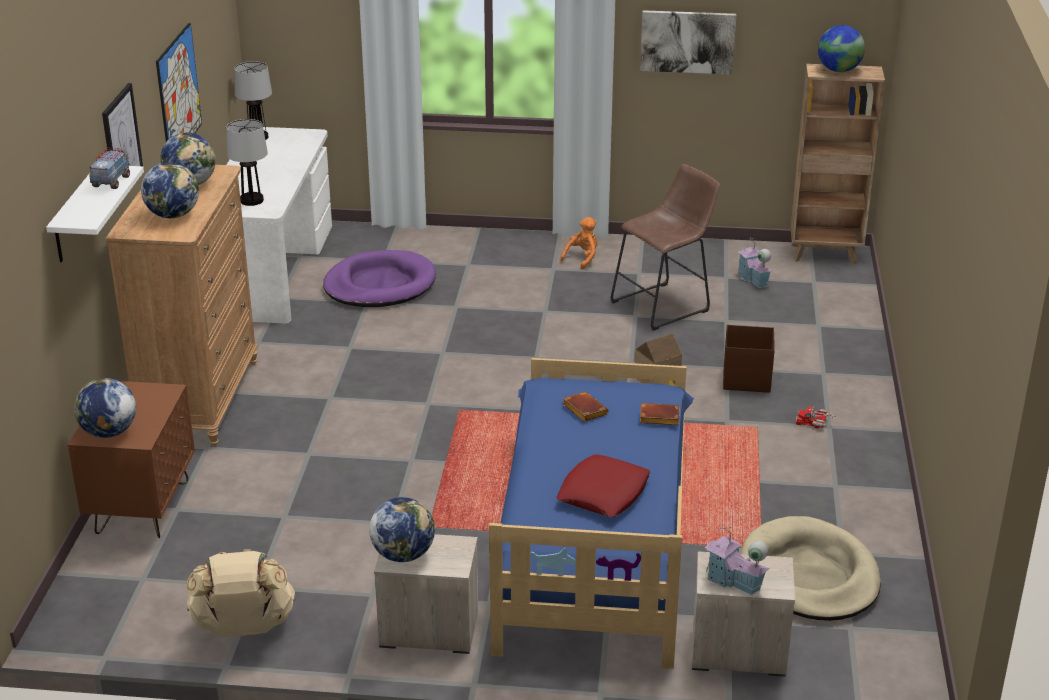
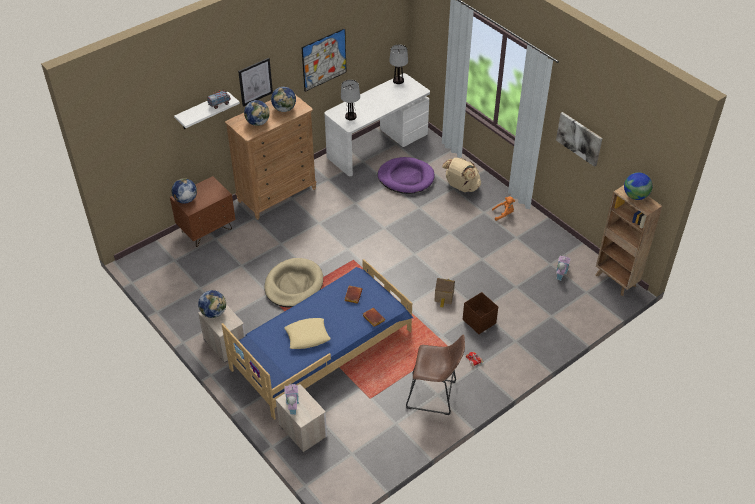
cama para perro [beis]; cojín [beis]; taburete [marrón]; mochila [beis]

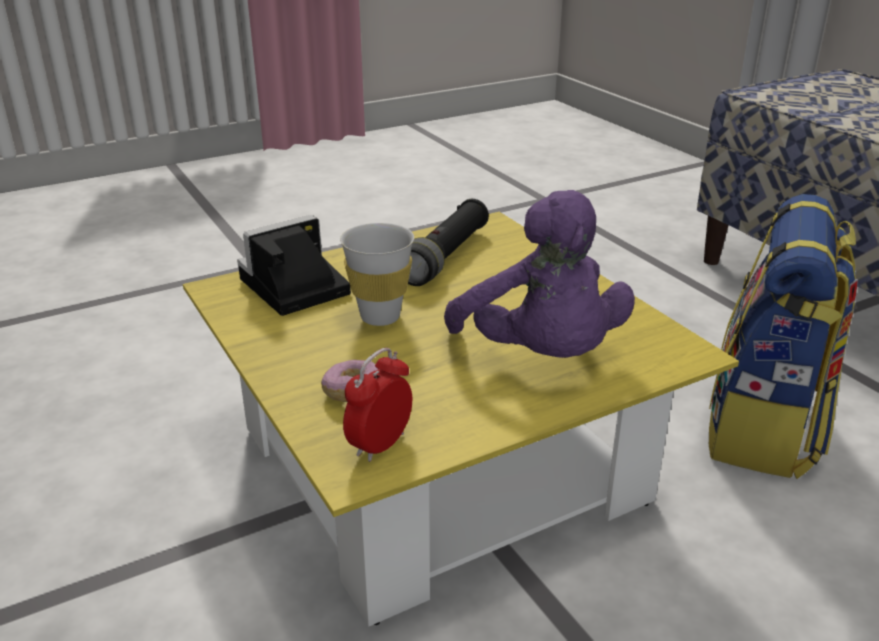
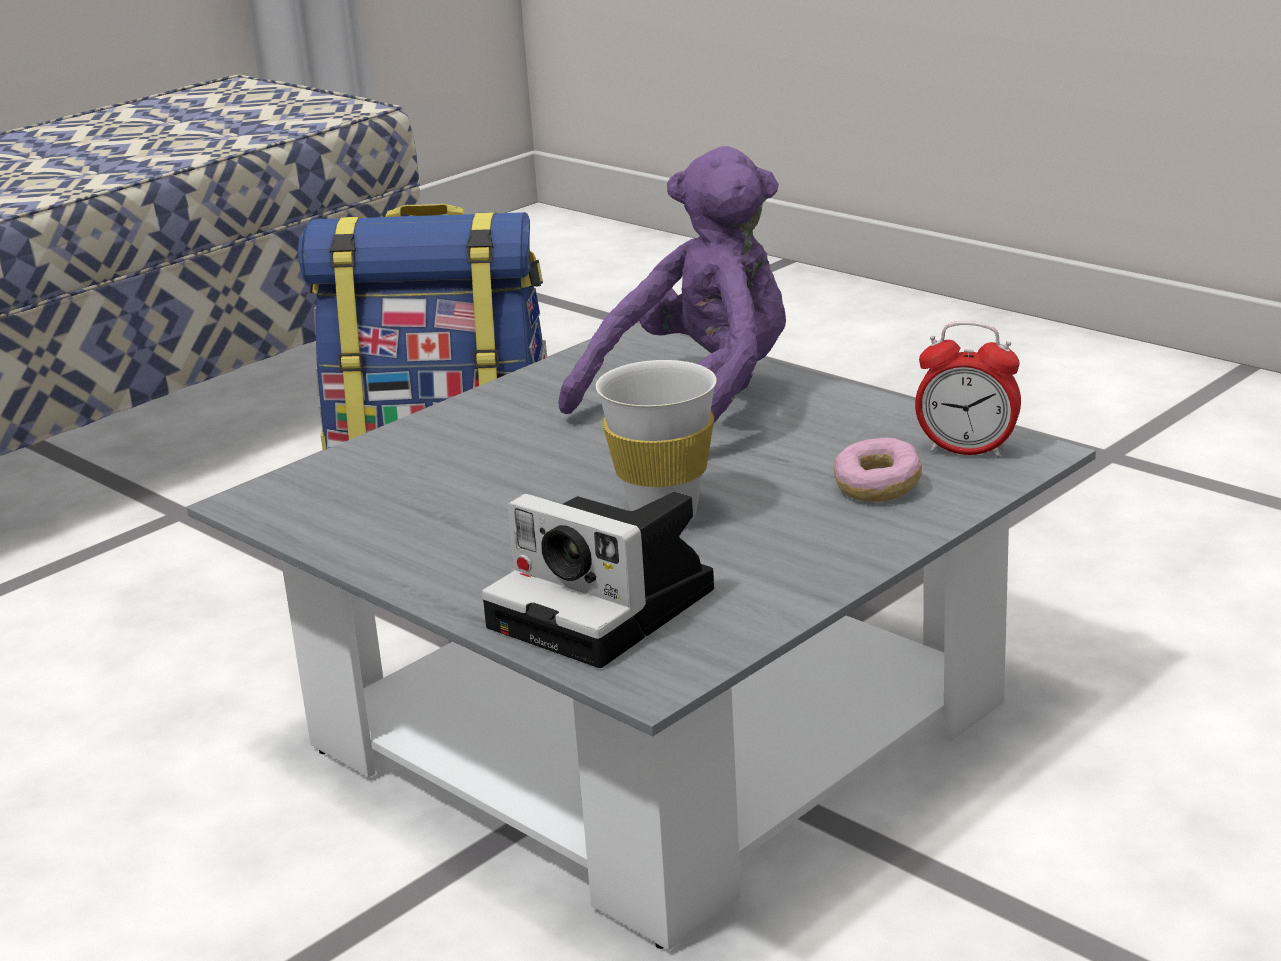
mesa de centro [gris]; linterna [negro]

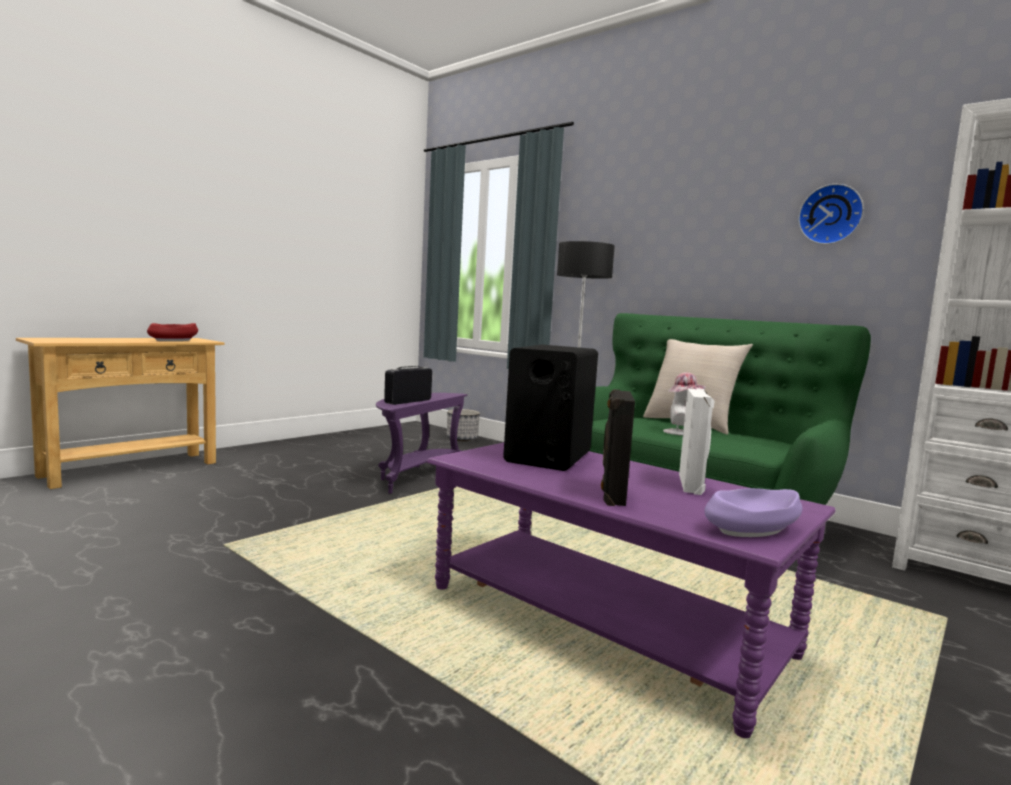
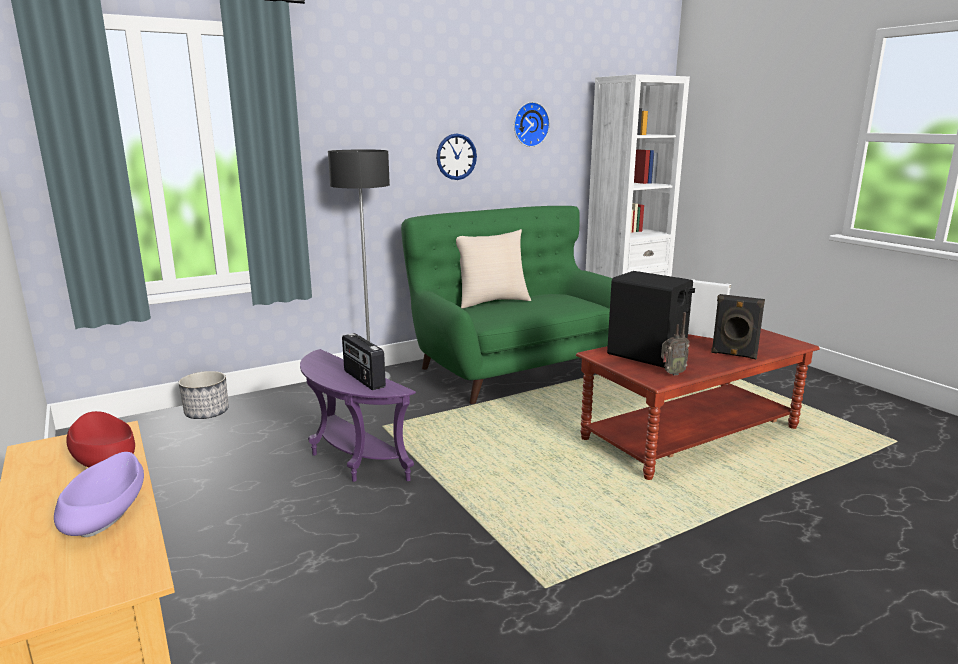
cuenco [morado]; reloj de pared (no. 1 from left); mesa de centro [marrón]; radio (no. 2 from left); sombrero

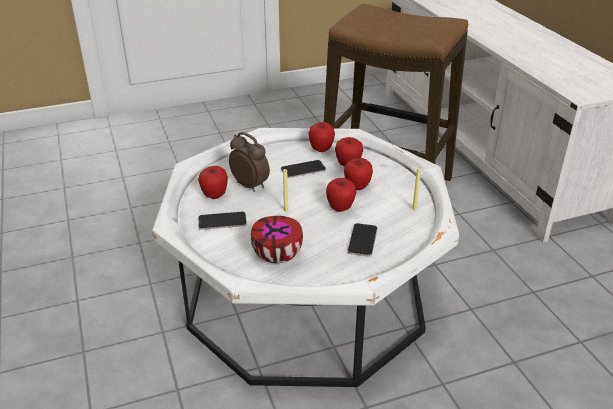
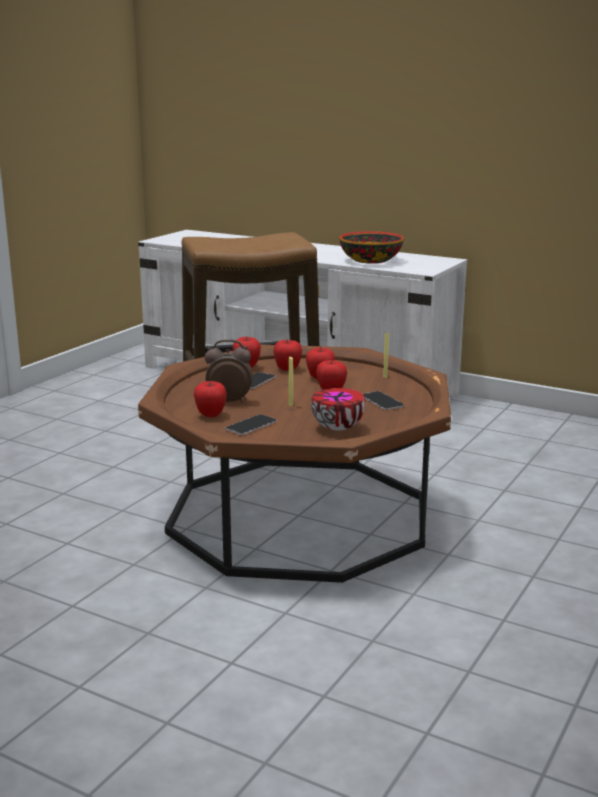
mesa de centro [marrón]; cuenco (no. 2 from left)

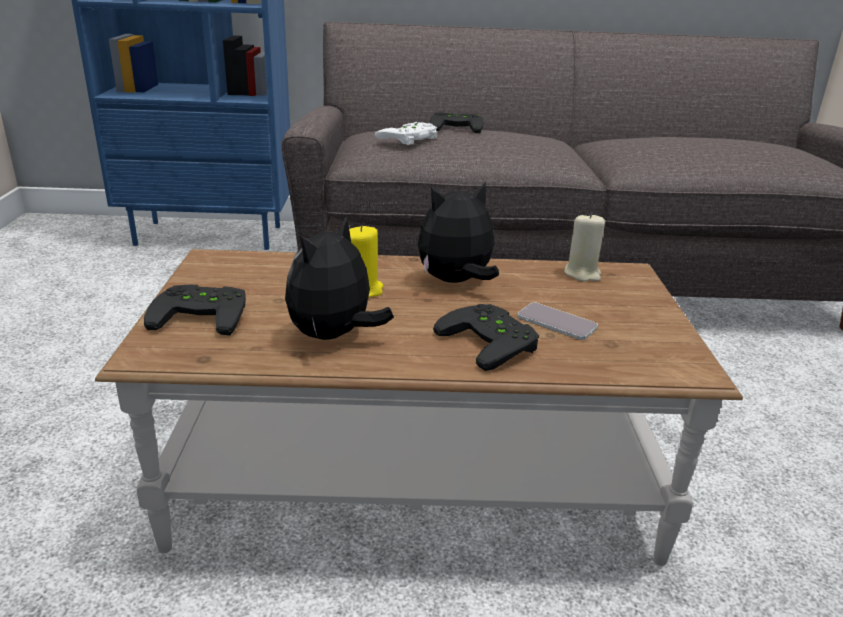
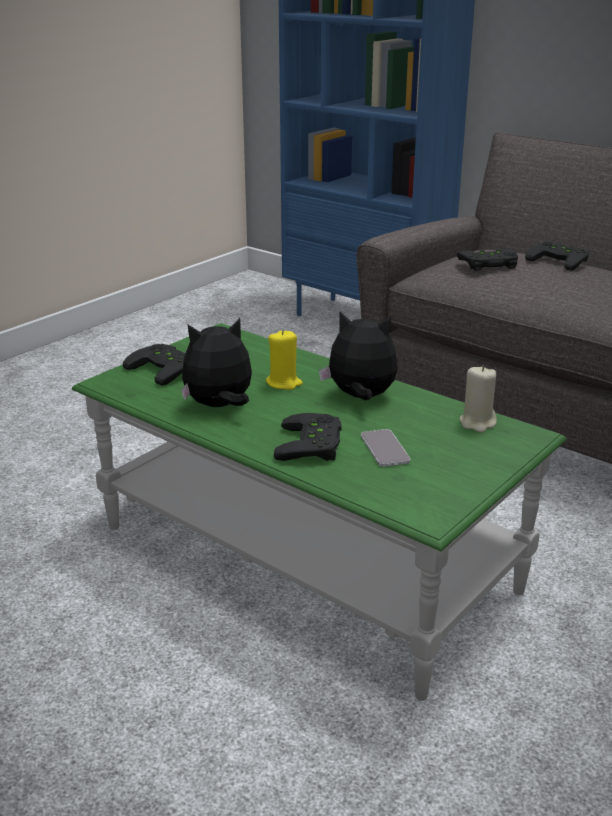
mesa de centro [verde]; mando de consola [negro] (no. 3 from left)

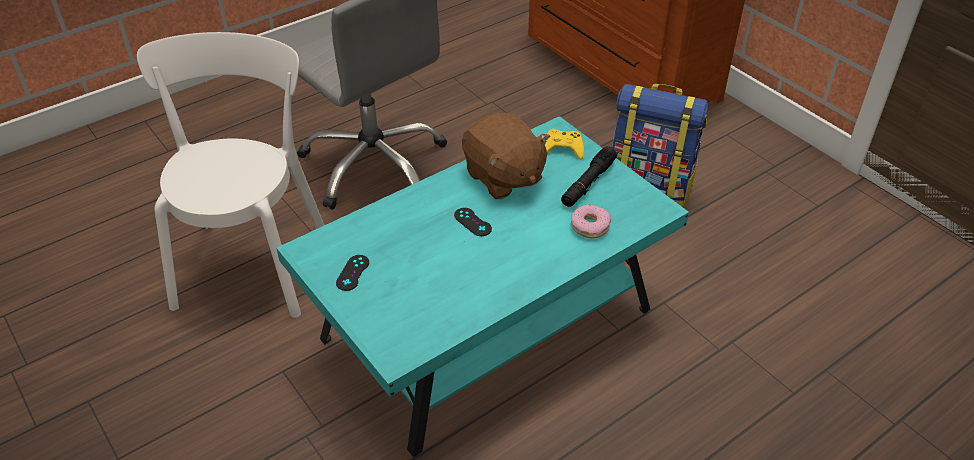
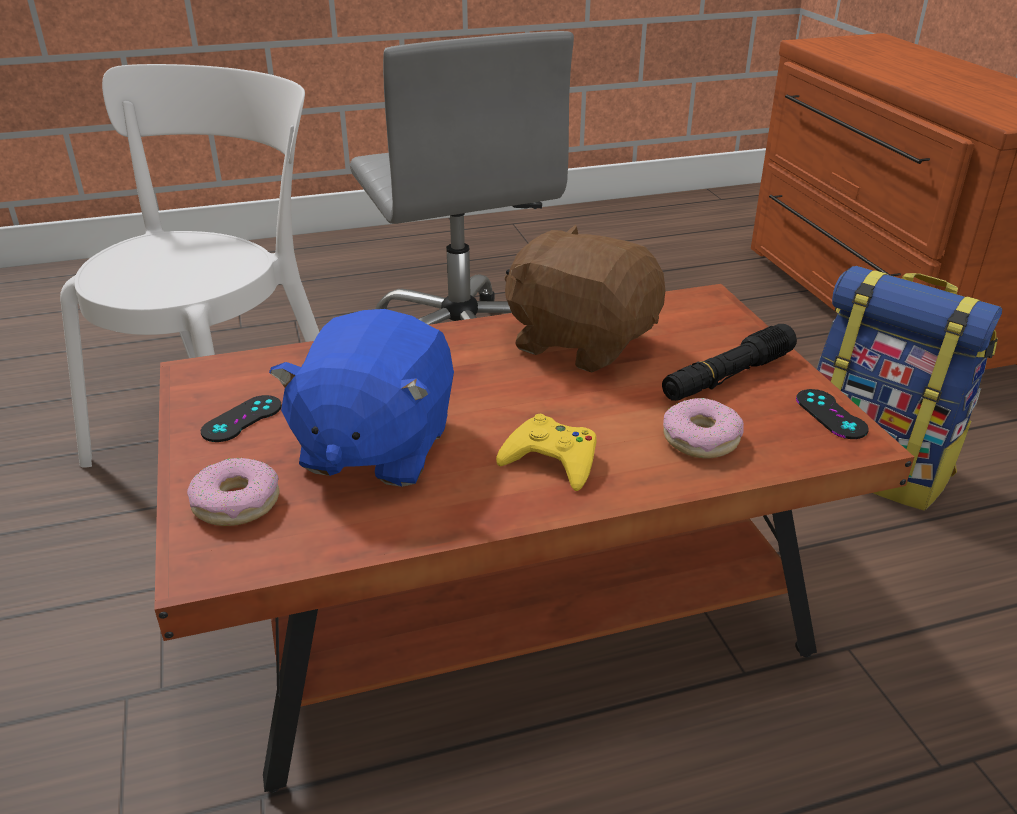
mesa de centro [marrón]; rosquilla (no. 1 from left); peluche [azul]; mando de consola [amarillo]; peluche [marrón]; mando de consola [negro] (no. 2 from left)

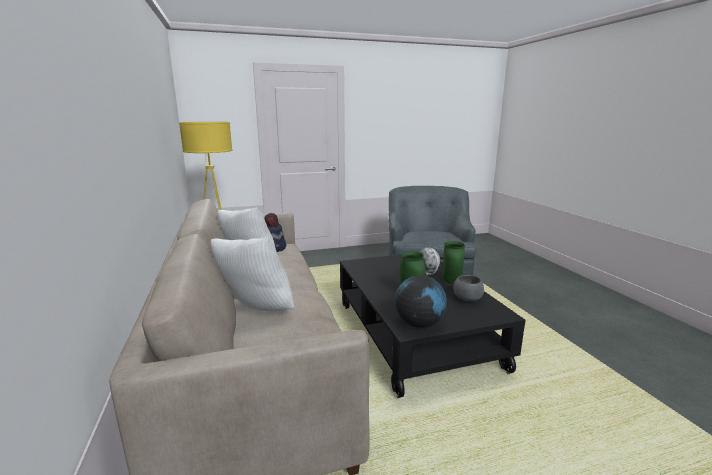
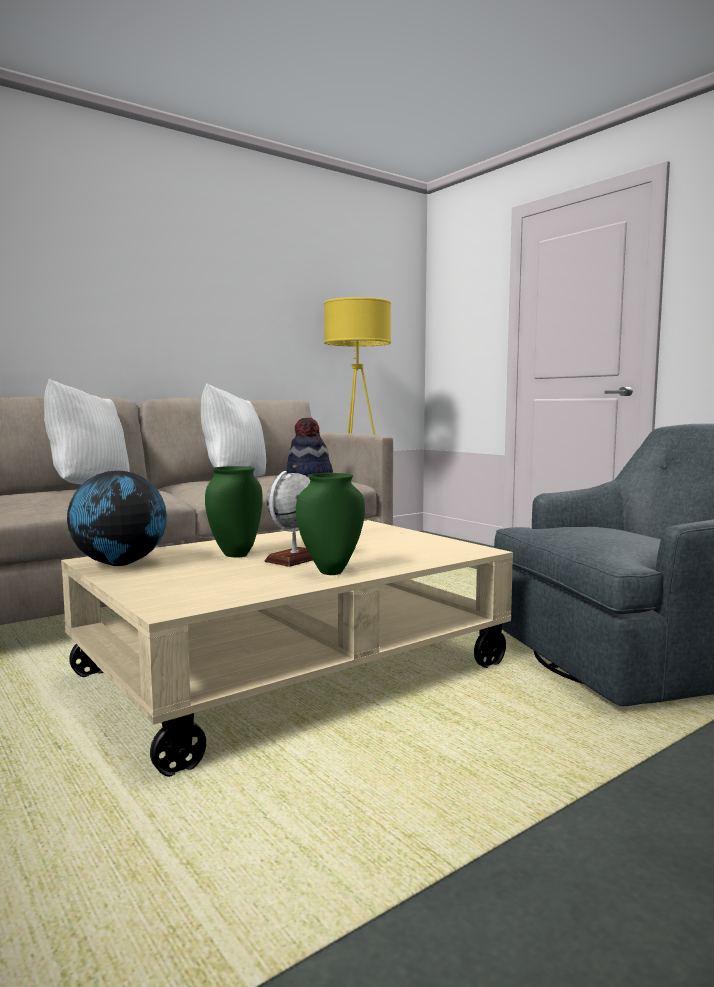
mesa de centro [beis]; cuenco [gris]

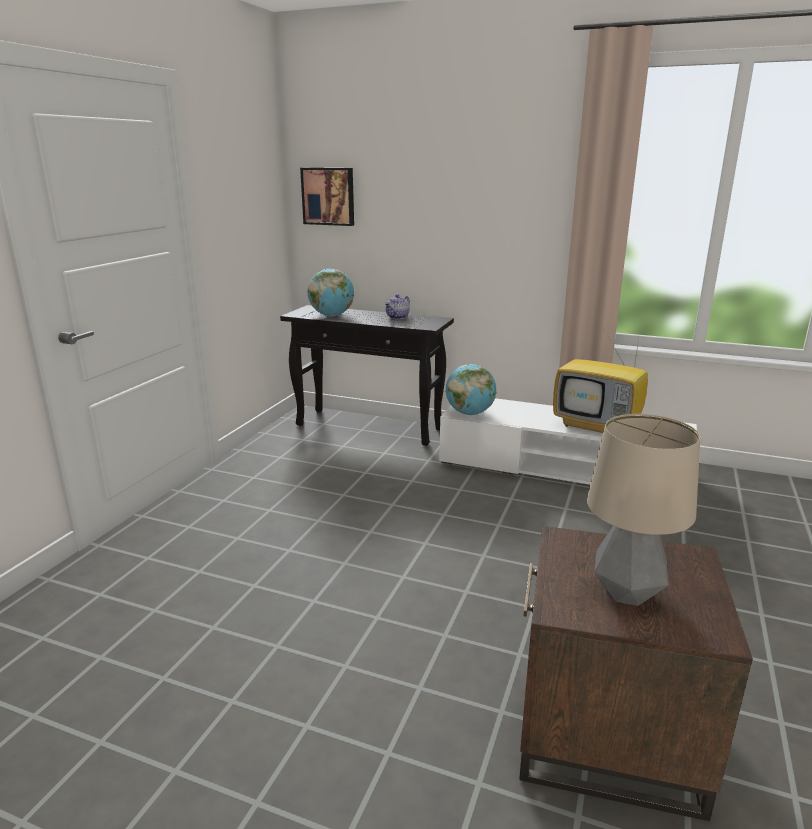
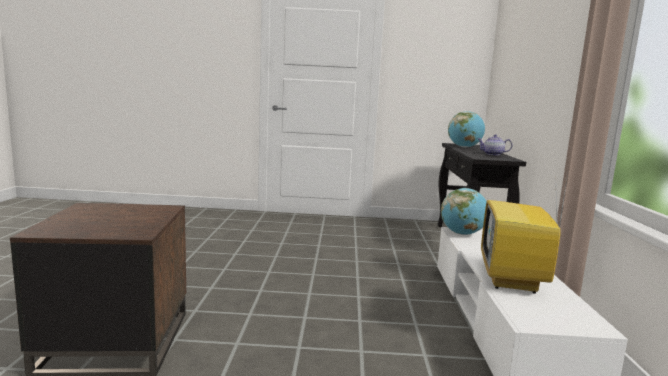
cuadro; lámpara de mesa

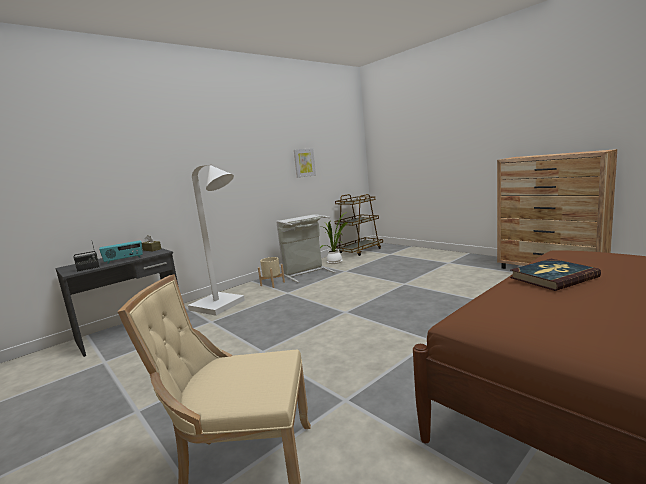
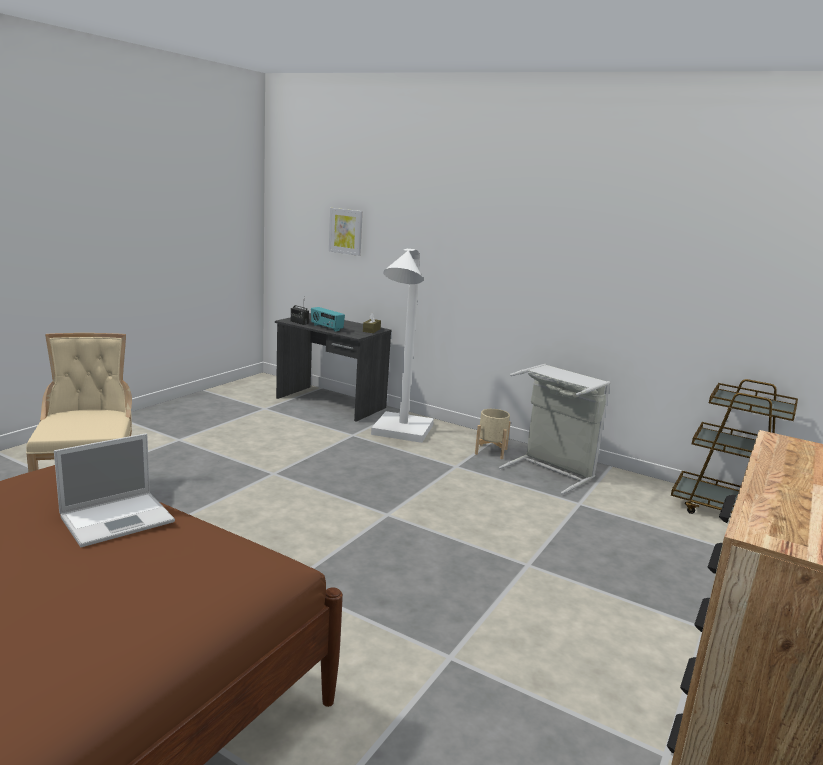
portátil; cuadro; planta en maceta

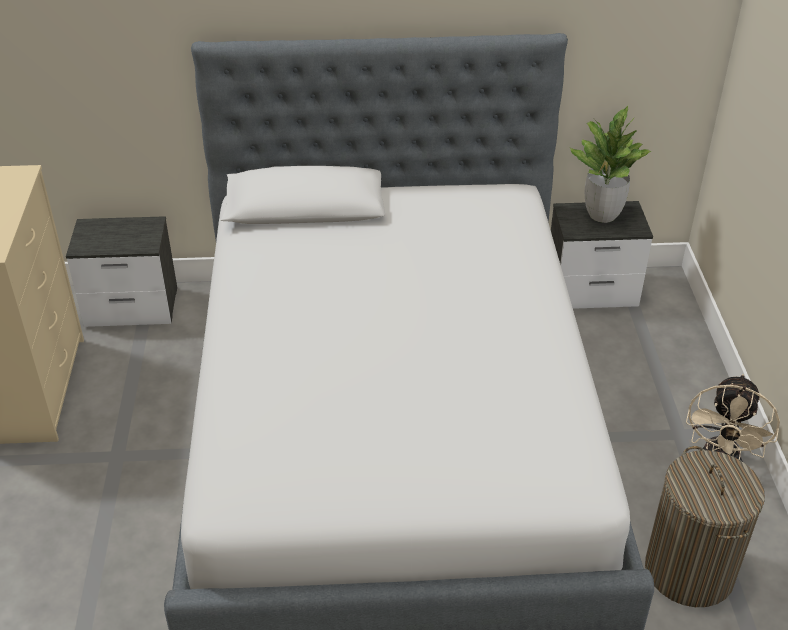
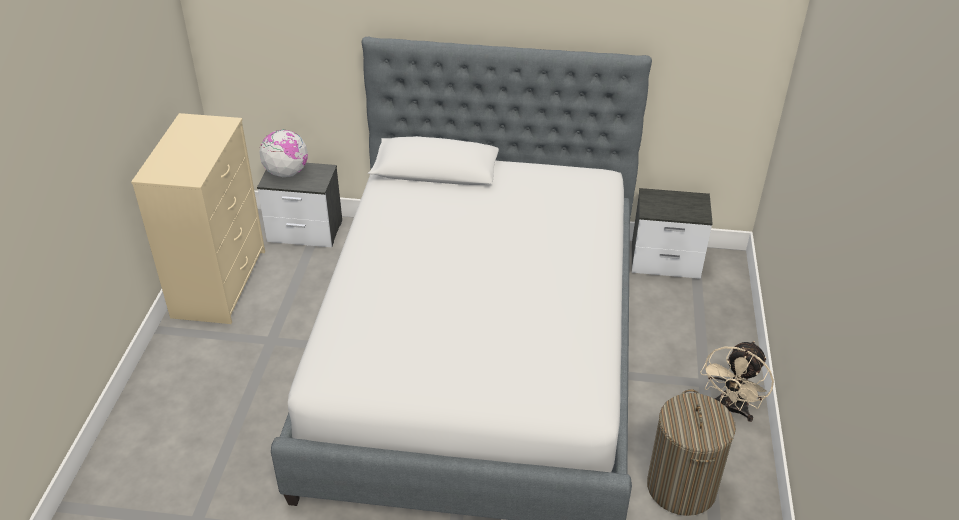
globo terráqueo; planta en maceta

